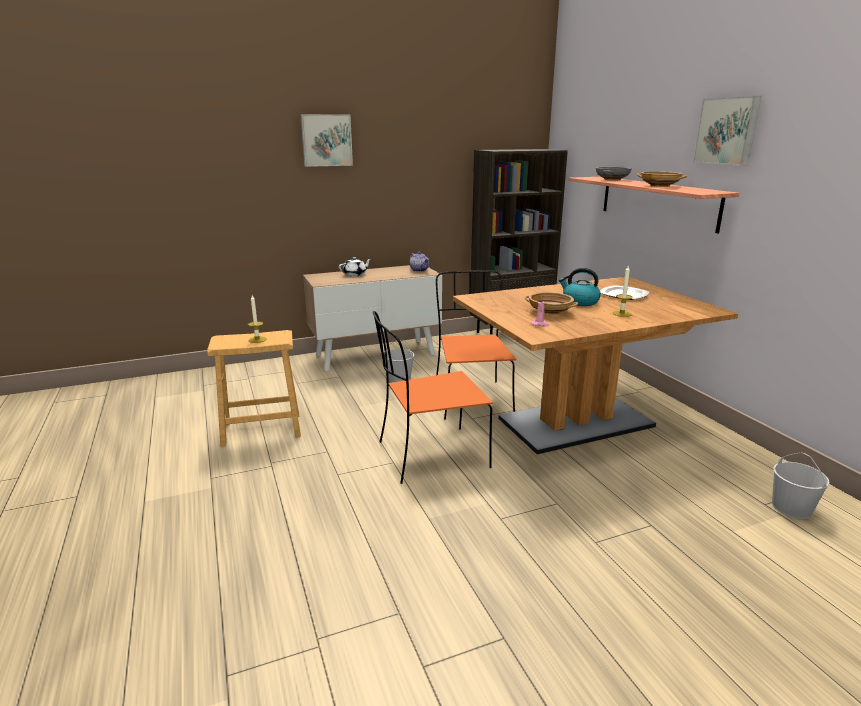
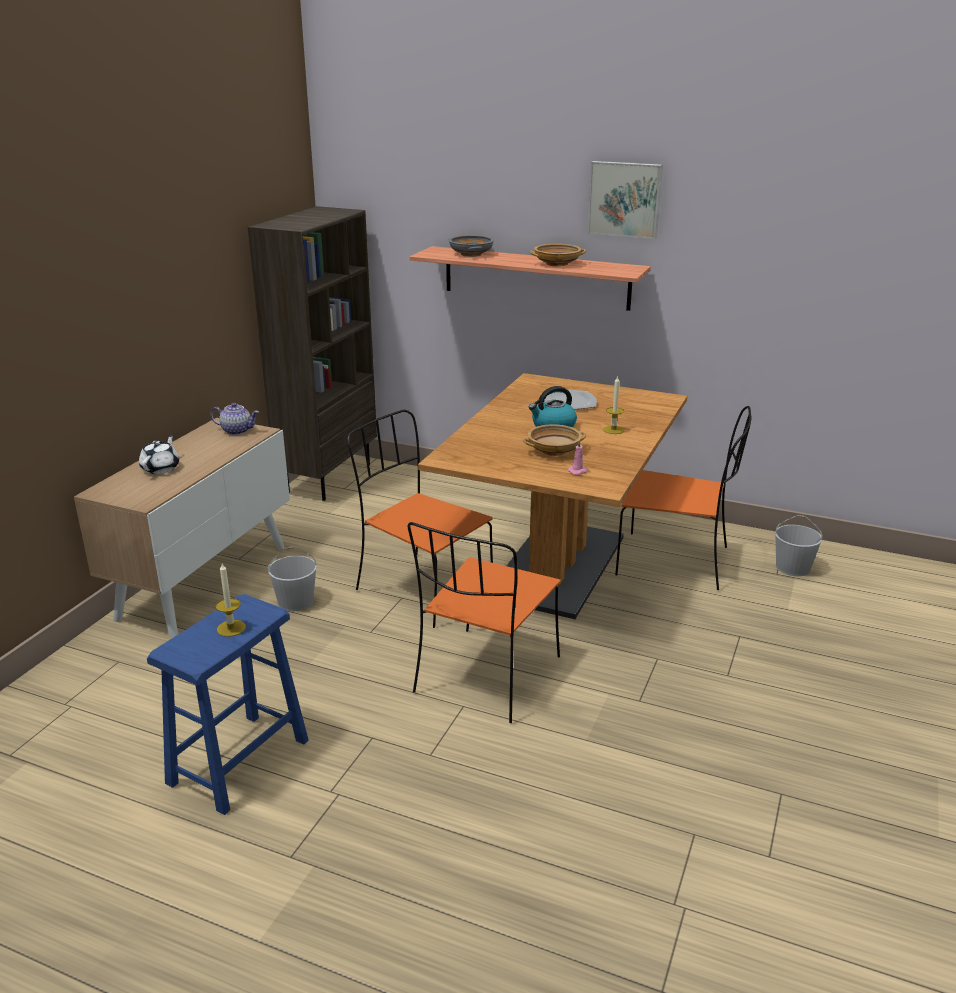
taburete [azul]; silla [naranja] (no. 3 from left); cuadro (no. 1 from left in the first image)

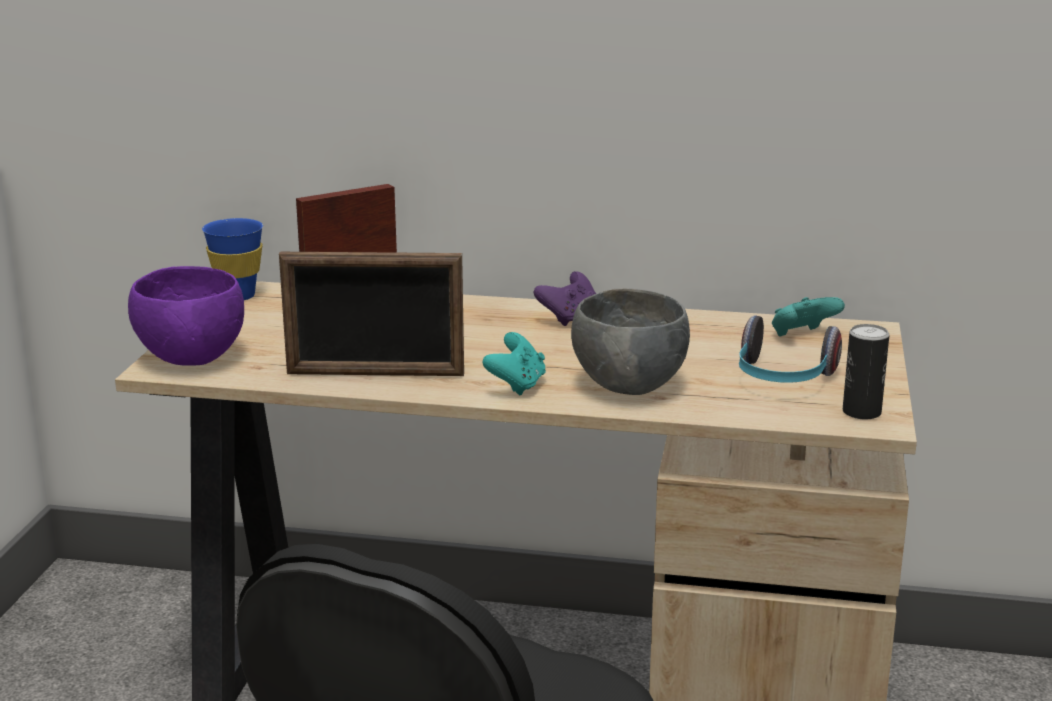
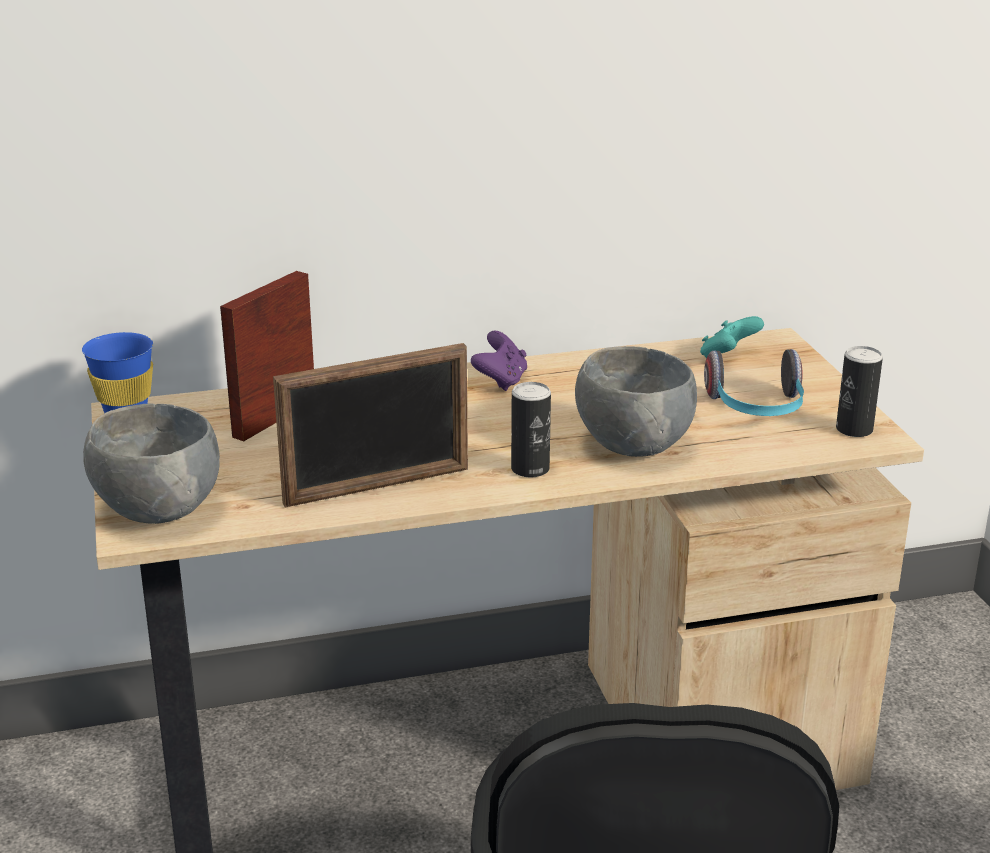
cuenco [gris] (no. 1 from left); lata (no. 1 from left)

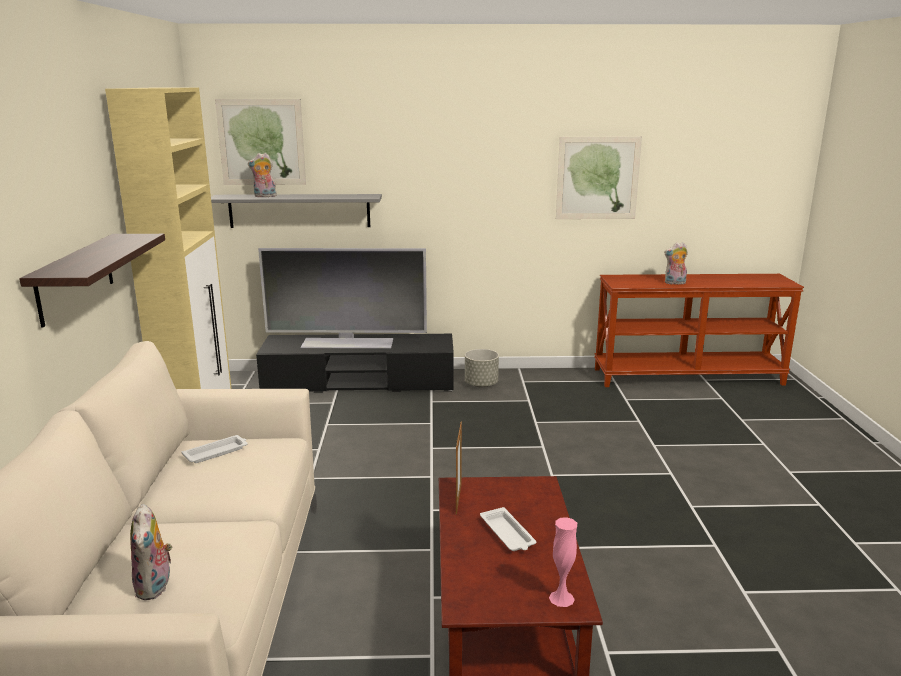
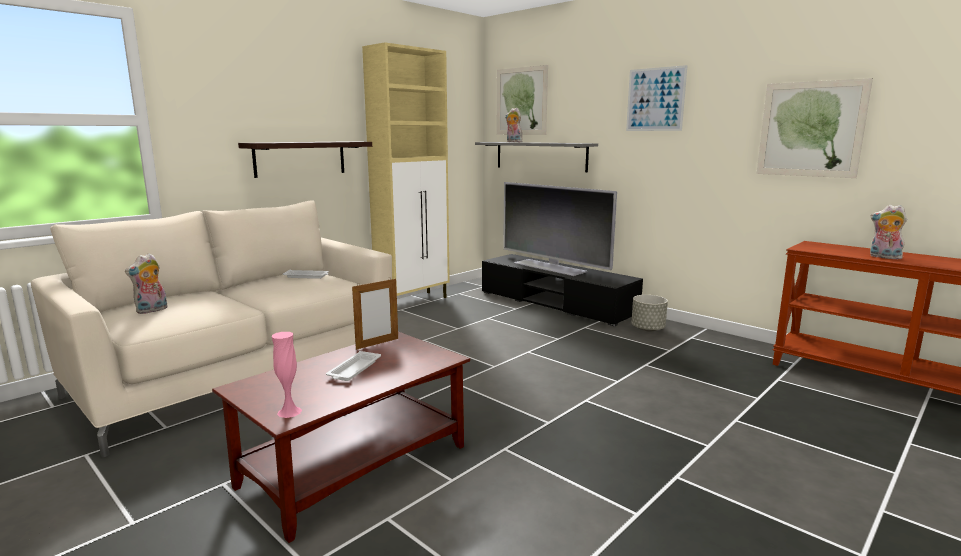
cuadro (no. 2 from left)

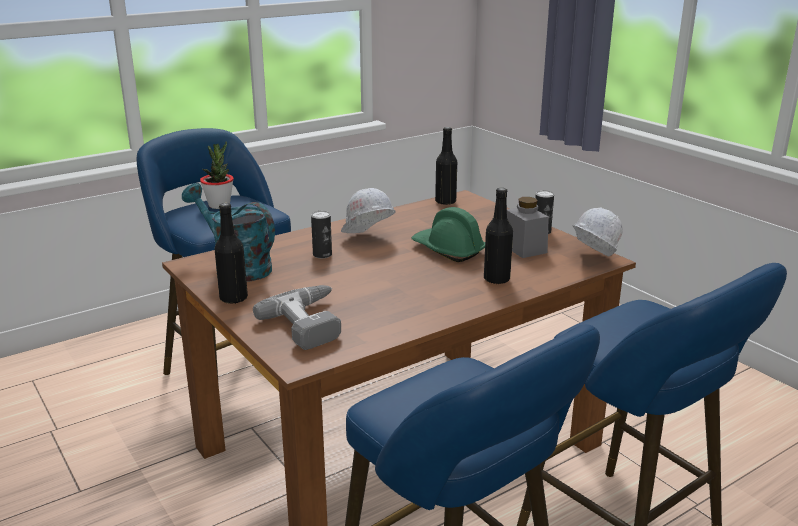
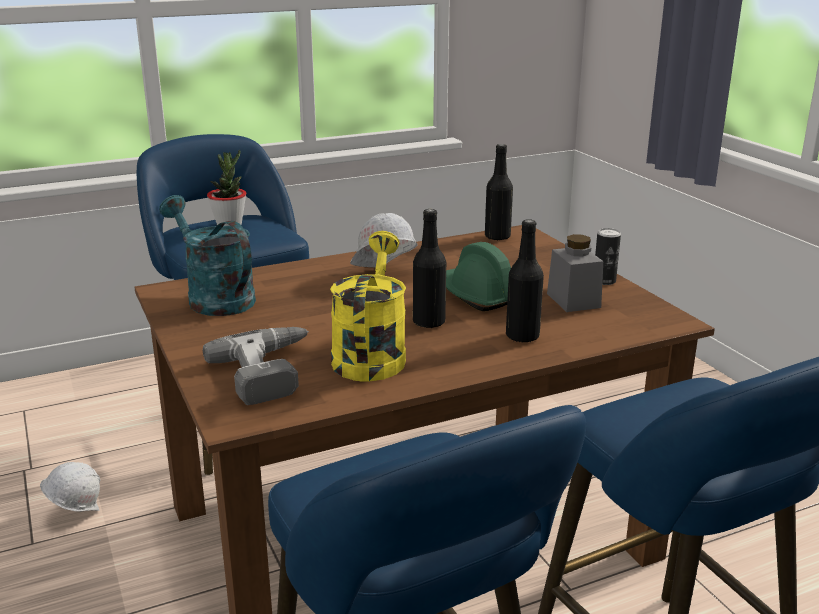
casco [blanco] (no. 1 from left); regadera [amarillo]; botella [negro] (no. 1 from left); lata (no. 1 from left in the first image)

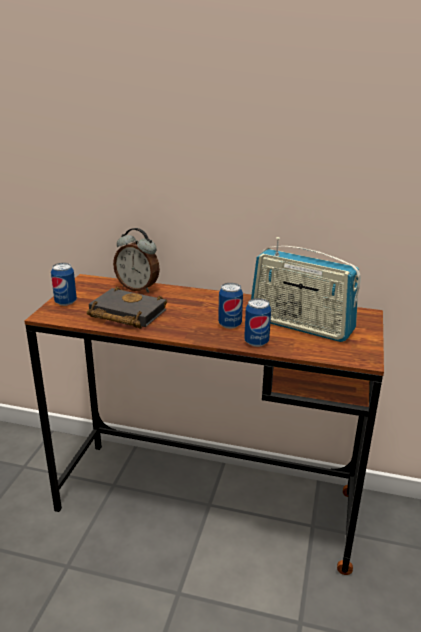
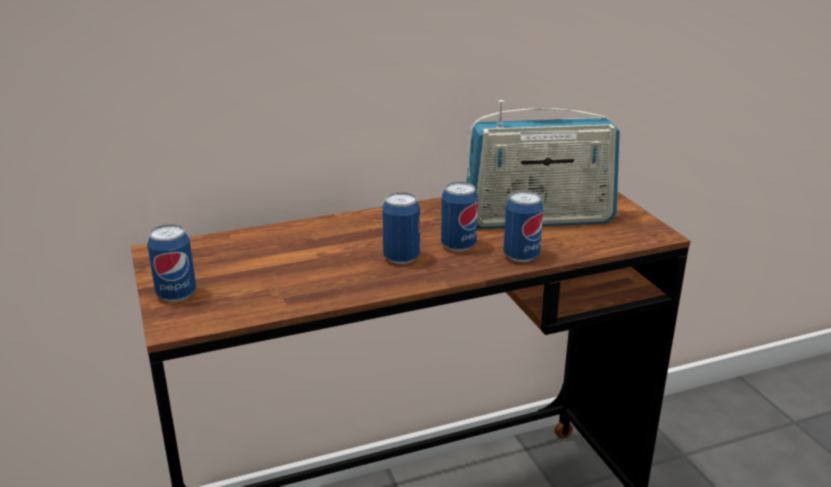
lata (no. 2 from left); libro [negro]; despertador

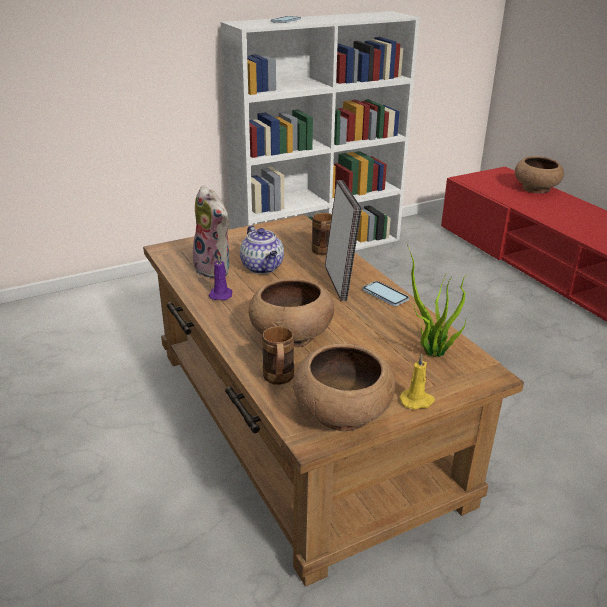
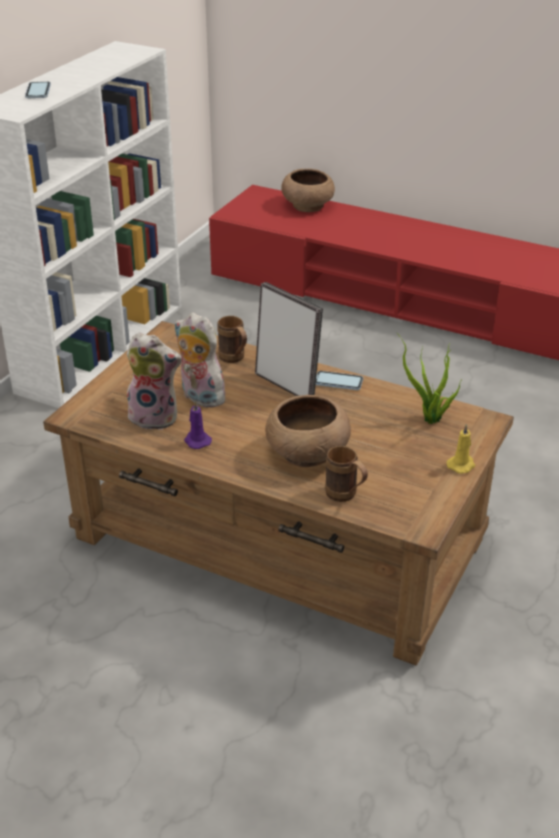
peluche (no. 2 from left); cuenco [marrón] (no. 2 from left in the first image)

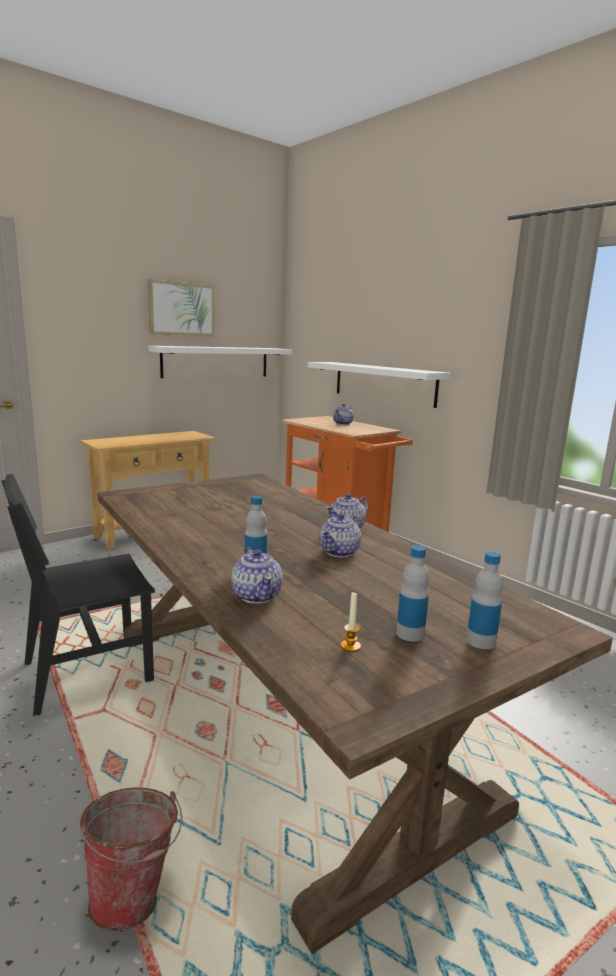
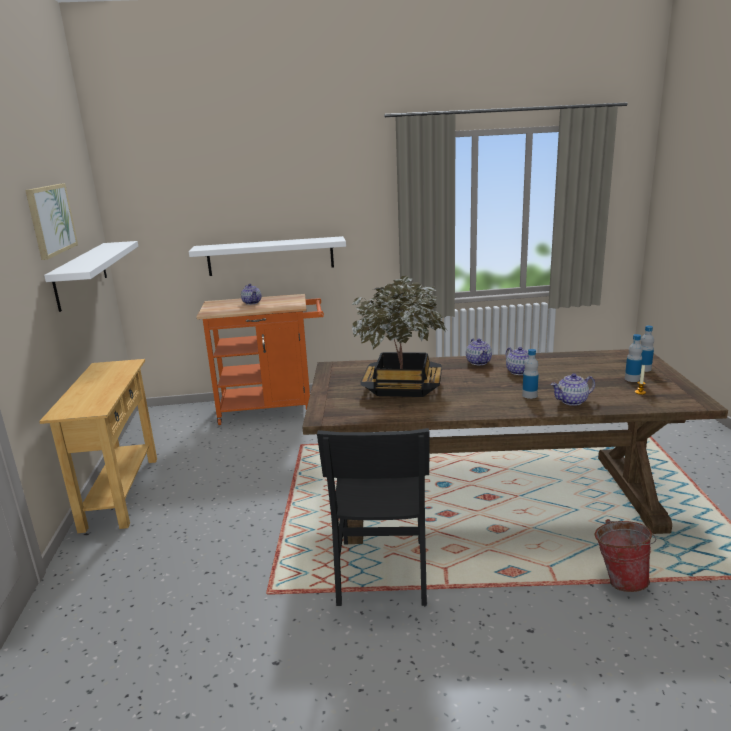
planta en maceta; tetera (no. 4 from left)

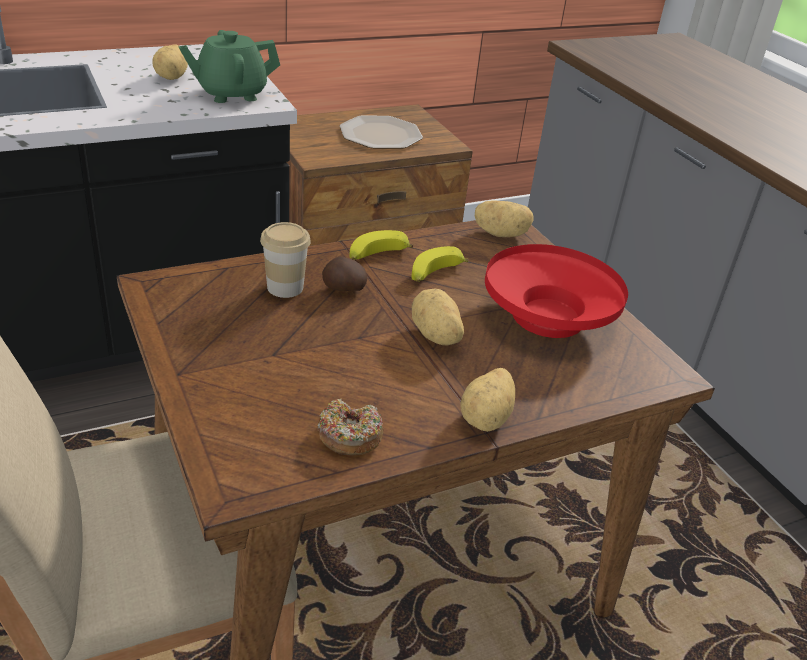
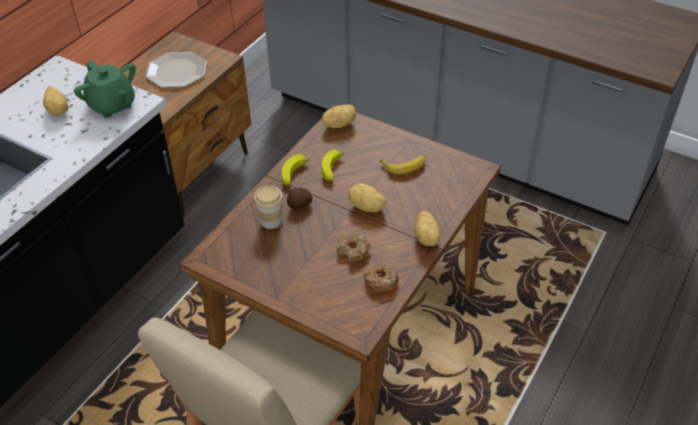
tetera [verde]; rosquilla (no. 1 from left); plátano (no. 3 from left)

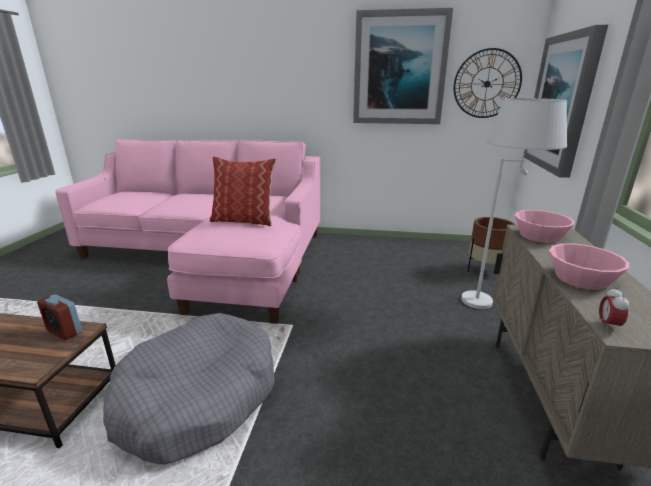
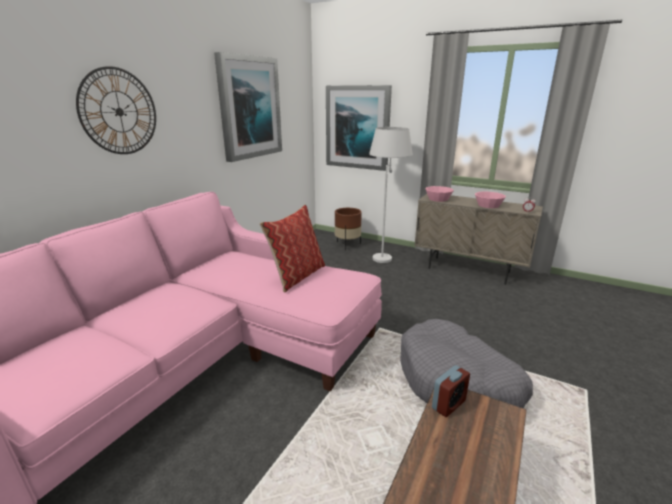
reloj de pared

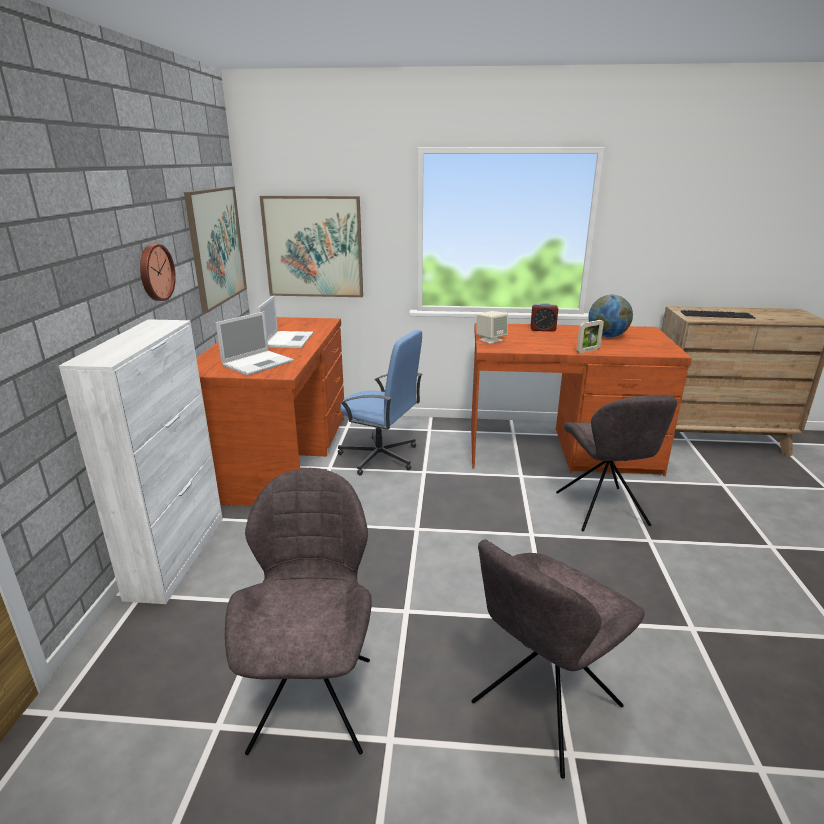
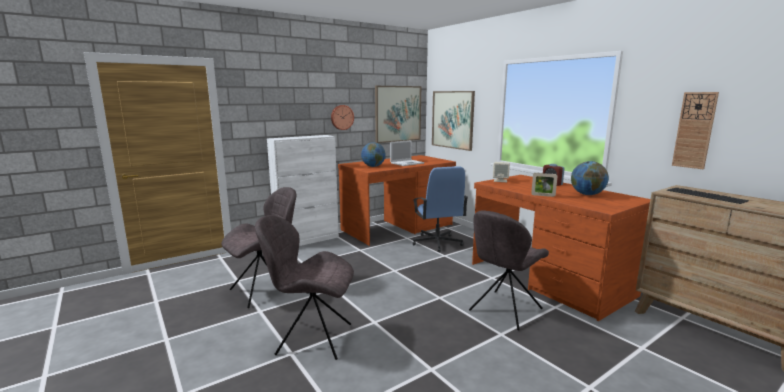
globo terráqueo (no. 1 from left); reloj de pared (no. 2 from left)

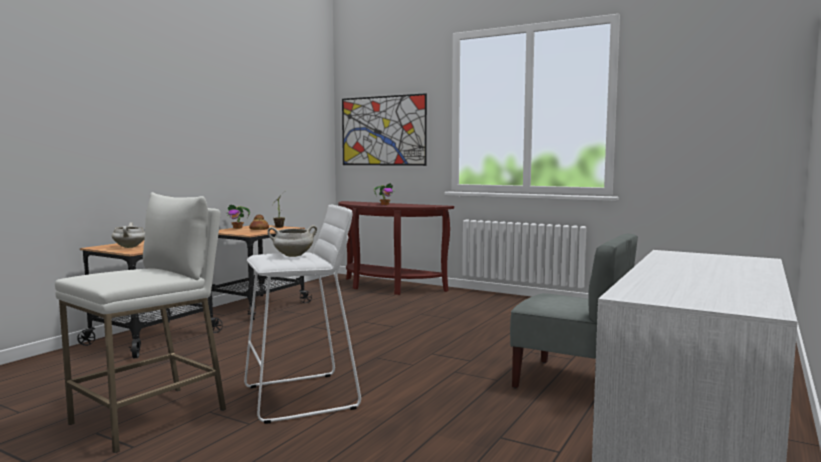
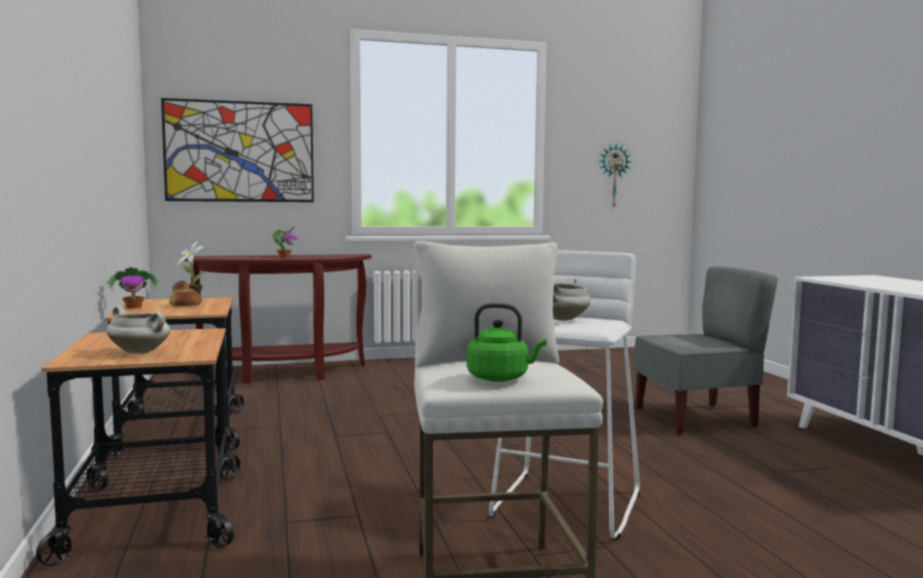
hervidor [verde]; reloj de pared

